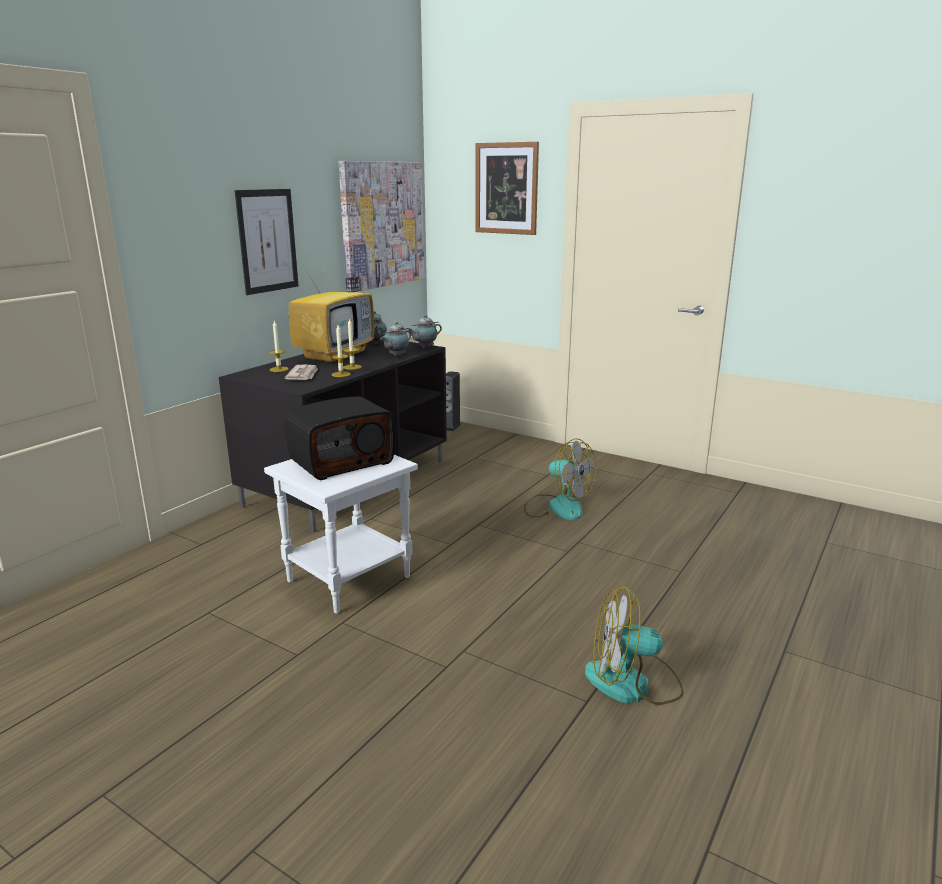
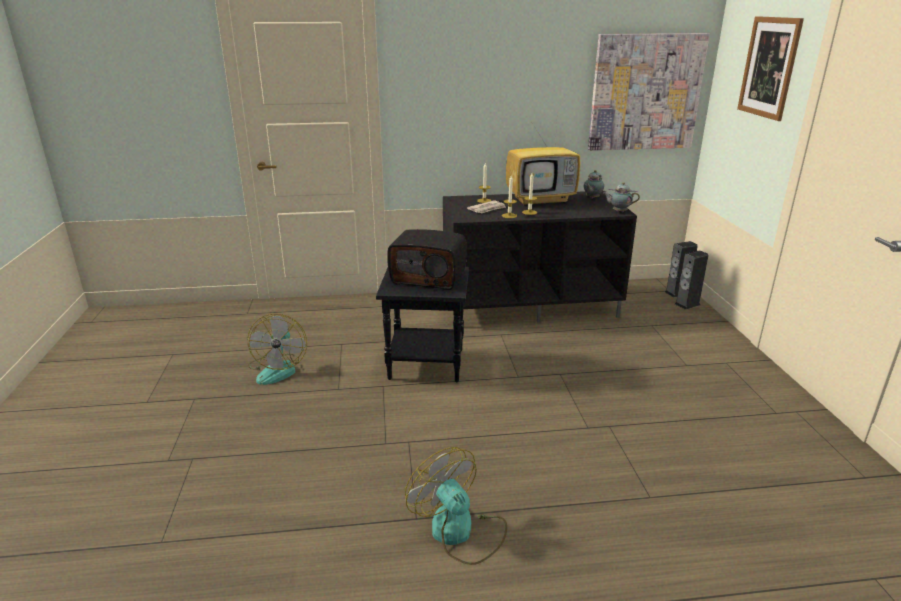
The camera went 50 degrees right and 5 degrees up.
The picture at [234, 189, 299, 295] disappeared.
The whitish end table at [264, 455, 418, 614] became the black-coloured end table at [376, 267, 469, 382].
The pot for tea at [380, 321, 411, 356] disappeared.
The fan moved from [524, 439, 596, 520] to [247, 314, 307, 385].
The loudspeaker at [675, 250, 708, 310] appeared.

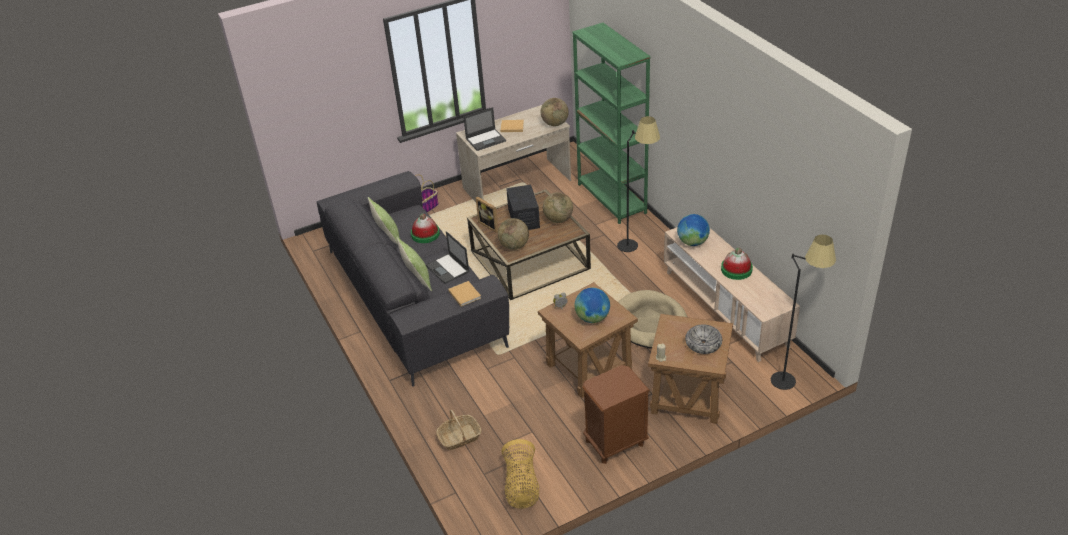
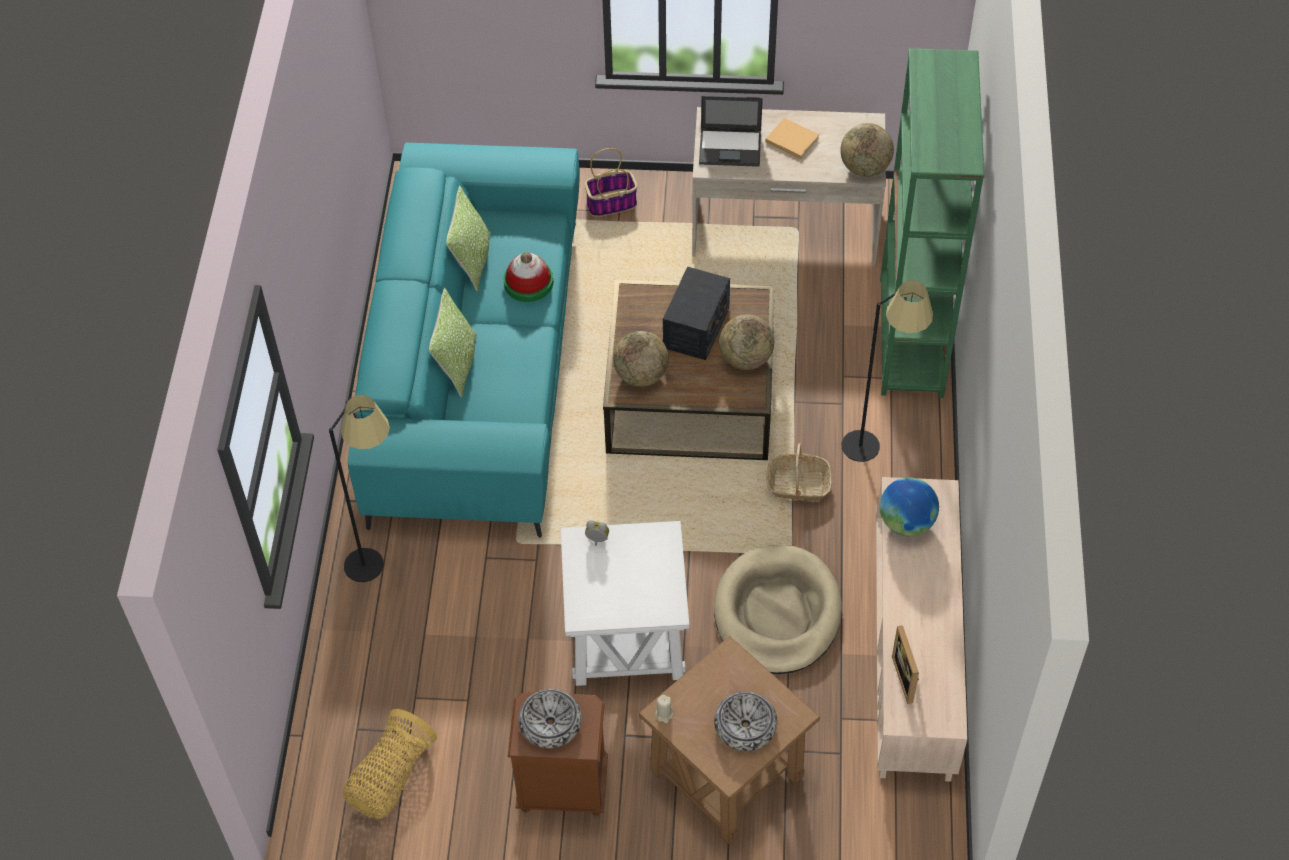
The camera went 30 degrees right and 15 degrees up.
The grey sofa at [316, 171, 509, 387] became the turquoise sofa at [348, 143, 580, 538].
The laptop at [425, 231, 470, 284] disappeared.
The household basket moved from [436, 410, 481, 450] to [766, 443, 832, 501].
The beige volume at [448, 281, 481, 307] disappeared.
The photo frame moved from [476, 197, 498, 233] to [892, 625, 919, 704].
The brownish end table at [538, 282, 638, 398] became the whitish end table at [561, 521, 689, 686].
The desk globe at [575, 288, 610, 323] disappeared.
The hat at [721, 248, 753, 280] disappeared.
The black-coloured floor lamp moved from [771, 234, 836, 390] to [329, 395, 390, 582].
The deep dish at [518, 689, 582, 748] appeared.

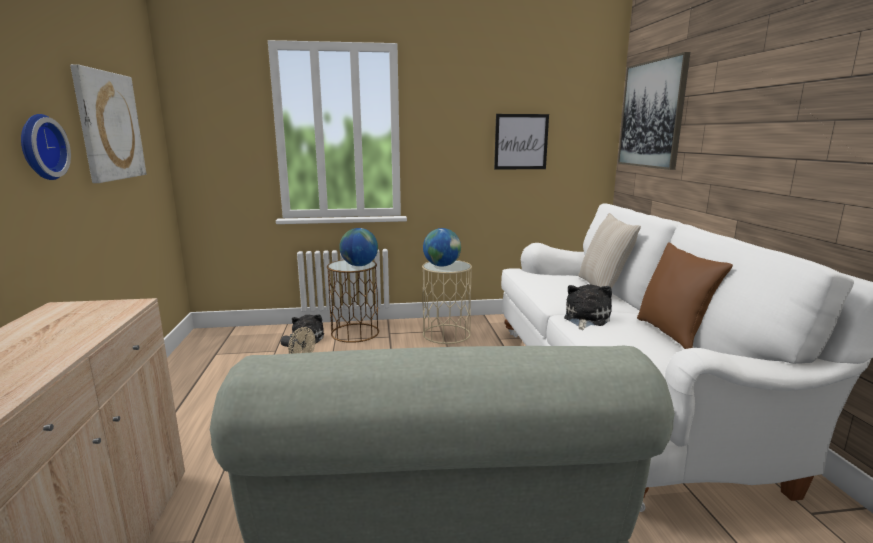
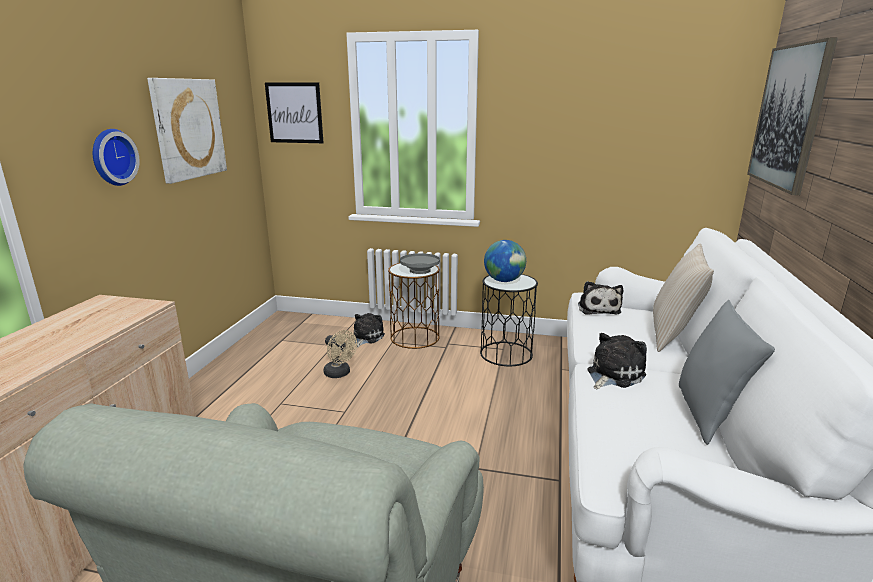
The camera went 20 degrees right and 5 degrees up.
The desk globe at [339, 228, 378, 266] was replaced by the grey deep dish at [400, 253, 440, 274].
The beige end table at [422, 260, 472, 344] became the black-coloured end table at [480, 274, 538, 366].
The picture moved from [494, 114, 549, 170] to [265, 83, 323, 143].
The brownish throw pillow at [637, 242, 733, 349] became the grey throw pillow at [679, 300, 775, 445].
The cuddly toy at [578, 281, 623, 315] appeared.

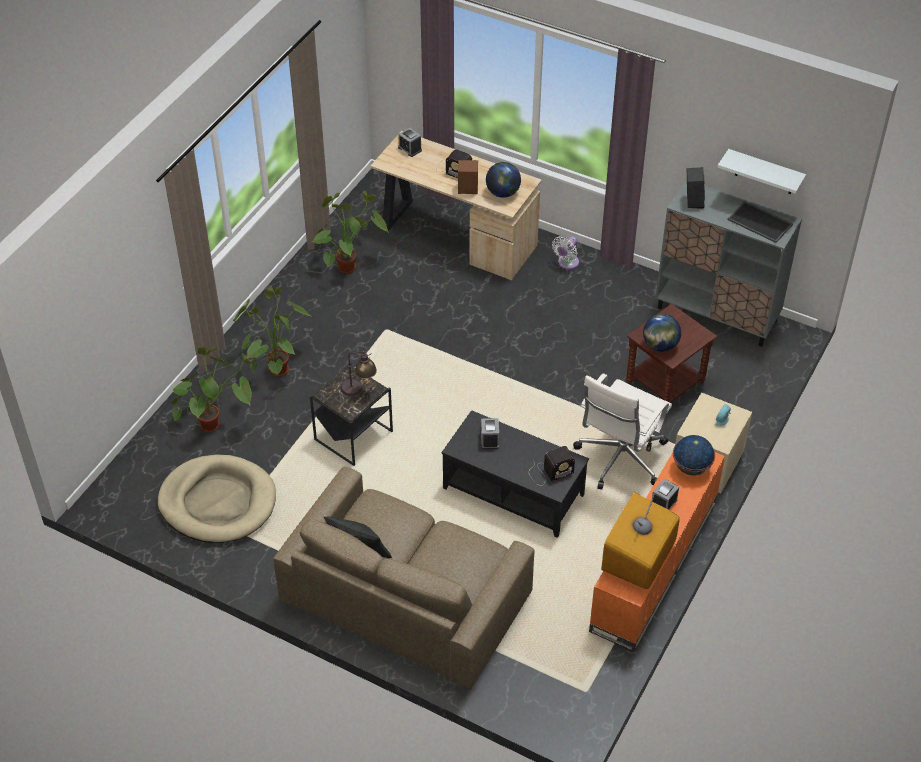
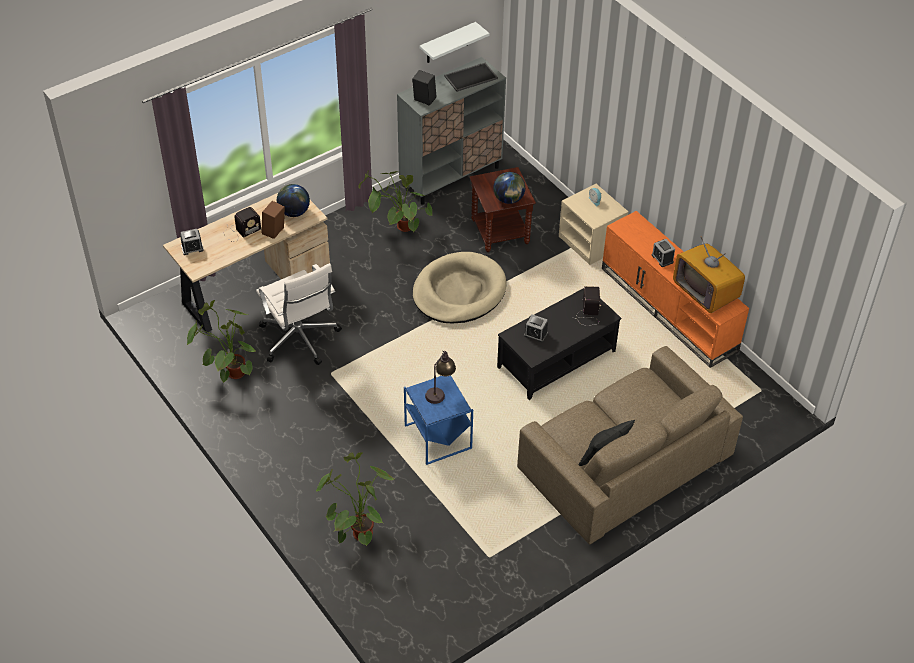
The camera went 65 degrees left and 0 degrees up.
The beige dog bed moved from [157, 455, 276, 543] to [413, 252, 507, 323].
The plant in a pot moved from [233, 287, 313, 376] to [358, 170, 432, 233].
The black-coloured end table at [310, 363, 393, 466] became the blue end table at [404, 375, 473, 465].
The whitish fan at [552, 236, 579, 269] disappeared.
The whitish desk chair moved from [573, 373, 672, 489] to [256, 263, 342, 365].
The desk globe at [673, 435, 715, 476] disappeared.

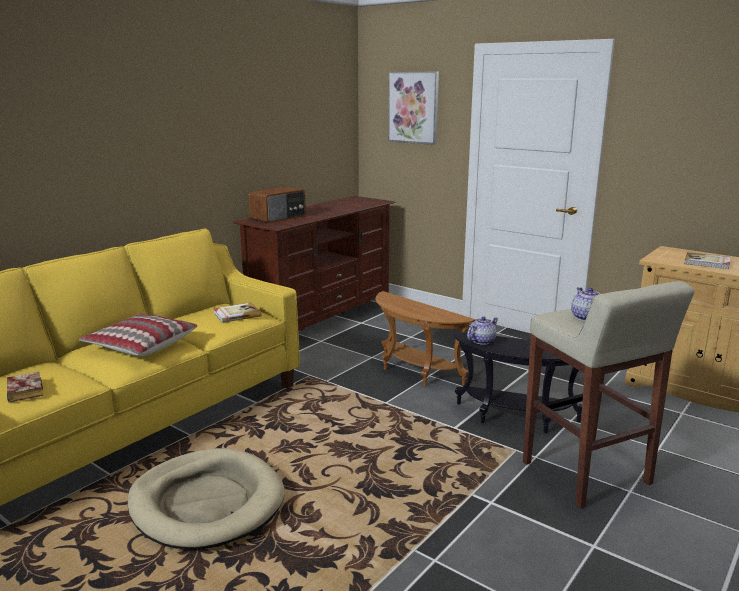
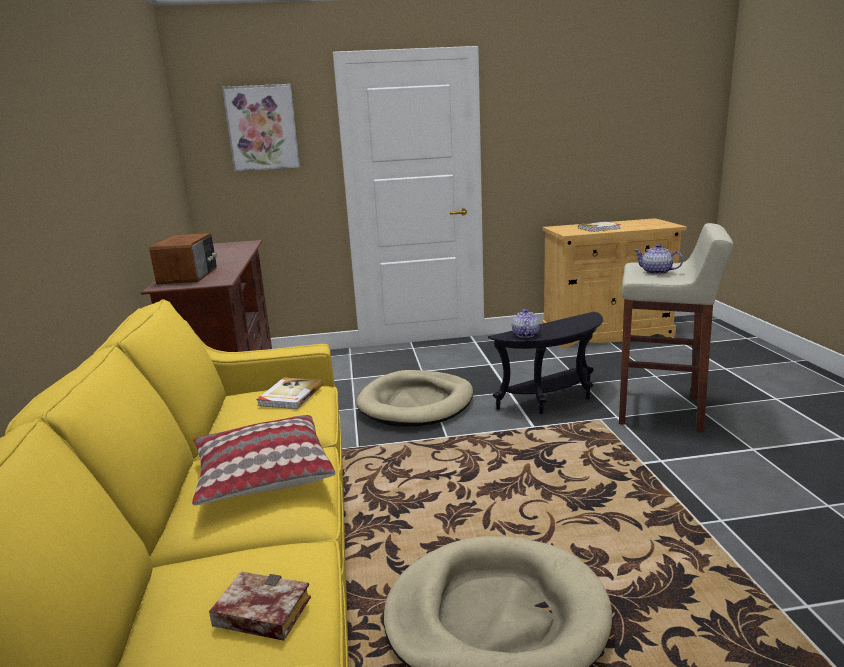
The camera went 45 degrees left and 0 degrees up.
The brownish end table at [376, 291, 476, 386] was replaced by the beige dog bed at [356, 370, 473, 426].

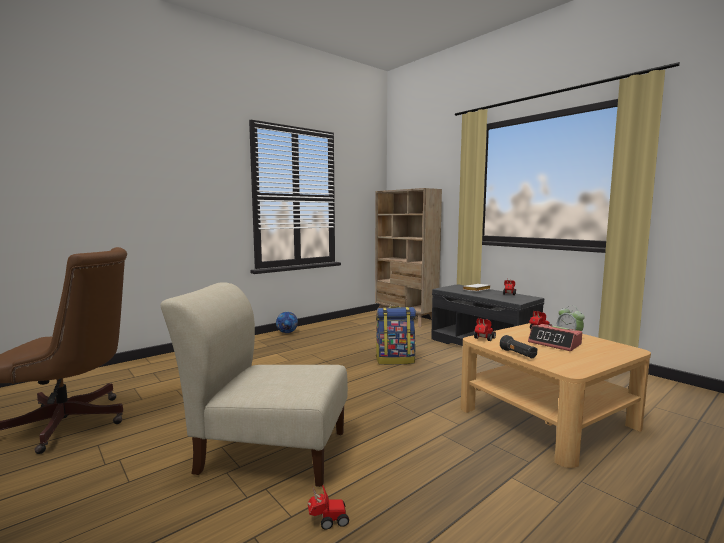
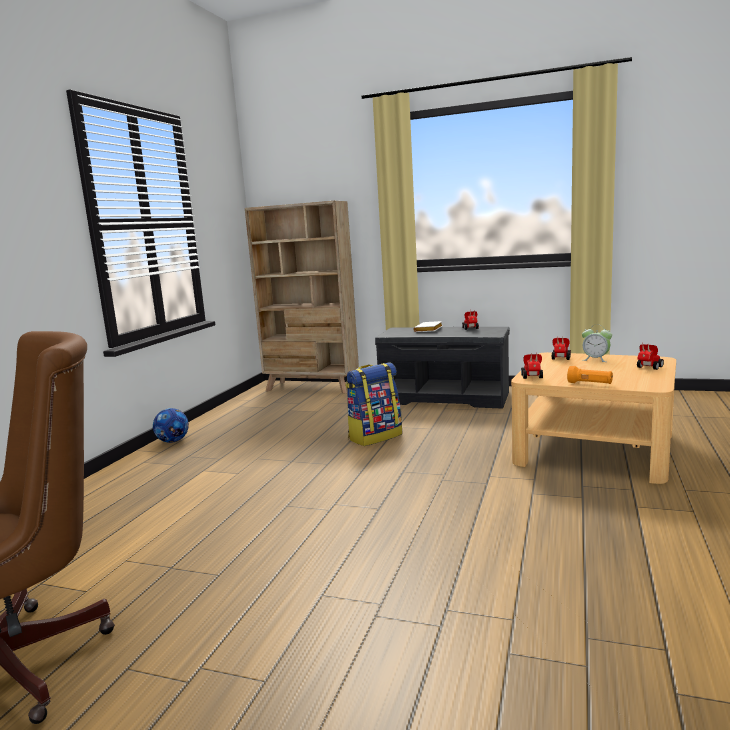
The camera went 30 degrees left and 5 degrees up.
The beige upright chair at [160, 282, 348, 487] disappeared.
The miniature car moved from [307, 486, 349, 529] to [637, 343, 664, 370].
The black-coloured torch at [500, 335, 537, 358] became the orangey torch at [567, 366, 613, 384].
The bedside clock at [528, 324, 582, 351] disappeared.

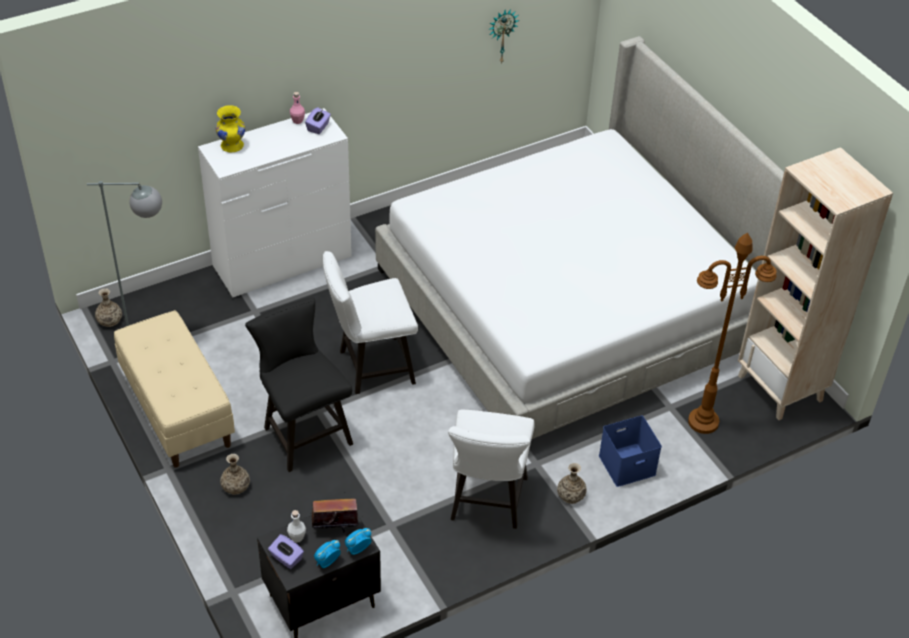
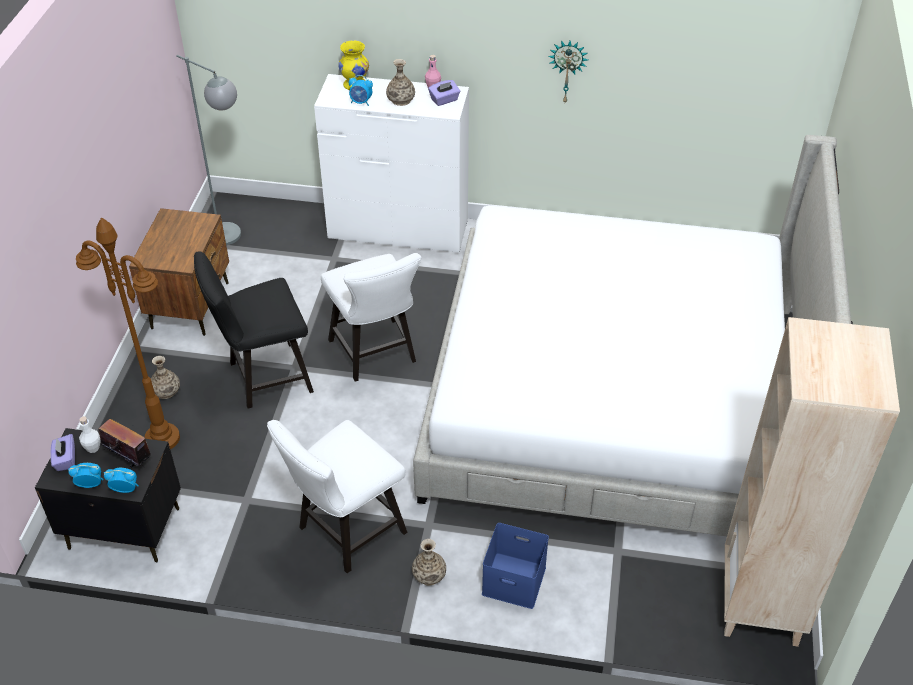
The camera went 40 degrees right and 0 degrees up.
The flower vase moved from [95, 288, 122, 327] to [386, 59, 415, 106].
The beige indoor bench at [114, 310, 235, 468] was replaced by the brownish nightstand at [129, 208, 229, 336].
The black-coloured upright chair at [245, 297, 353, 472] turned 120 degrees counterclockwise.
The whitish upright chair at [323, 251, 418, 394] turned 135 degrees counterclockwise.
The hanging clock moved from [488, 9, 519, 64] to [548, 40, 588, 102].
The brownish floor lamp moved from [688, 233, 777, 434] to [76, 217, 180, 449].
The bedside clock at [349, 75, 373, 106] appeared.

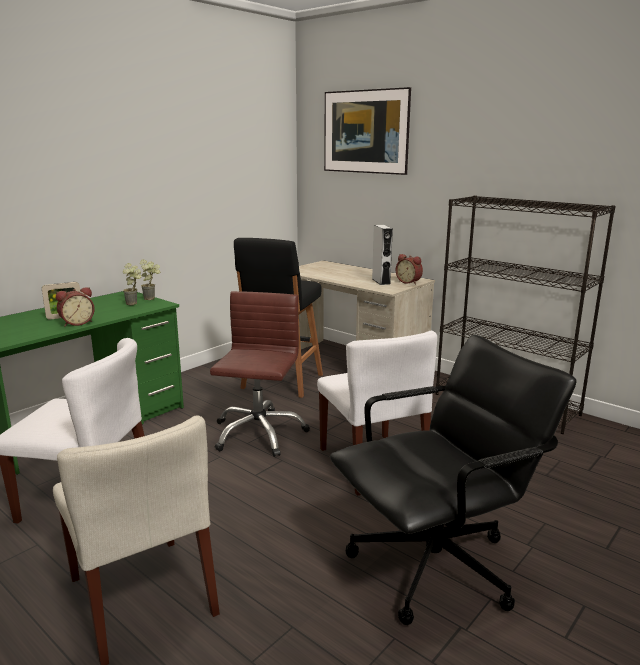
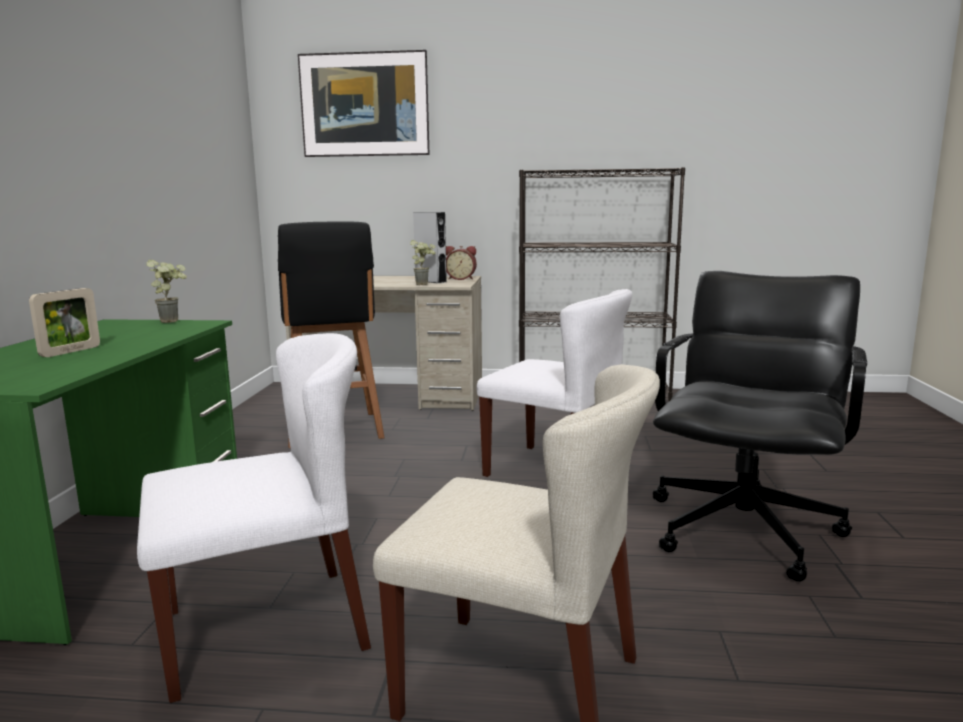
The camera went 35 degrees left and 5 degrees down.
The bedside clock at [56, 287, 95, 326] disappeared.
The plant in a pot moved from [123, 263, 141, 305] to [410, 240, 436, 285].
The brownish desk chair at [210, 291, 310, 457] disappeared.

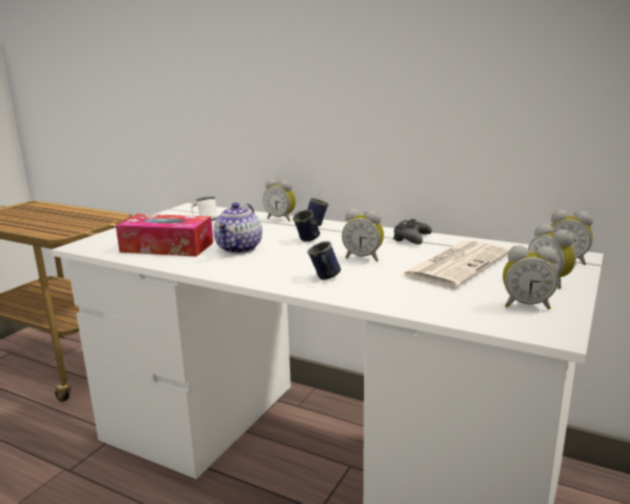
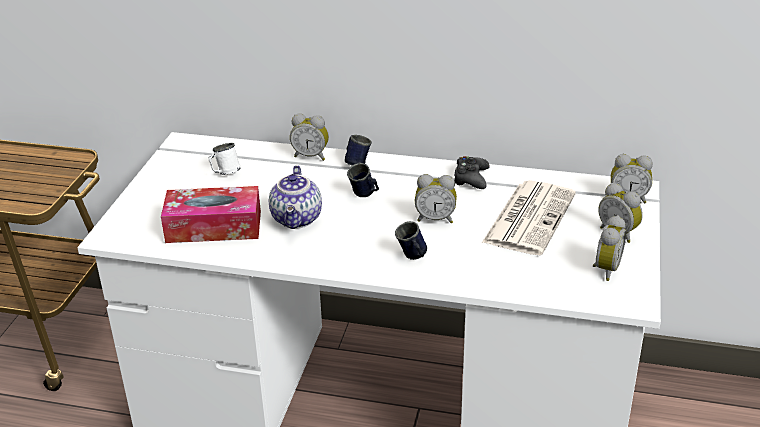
The camera went 15 degrees left and 15 degrees up.
The bedside clock at [503, 245, 558, 310] turned 60 degrees counterclockwise.

